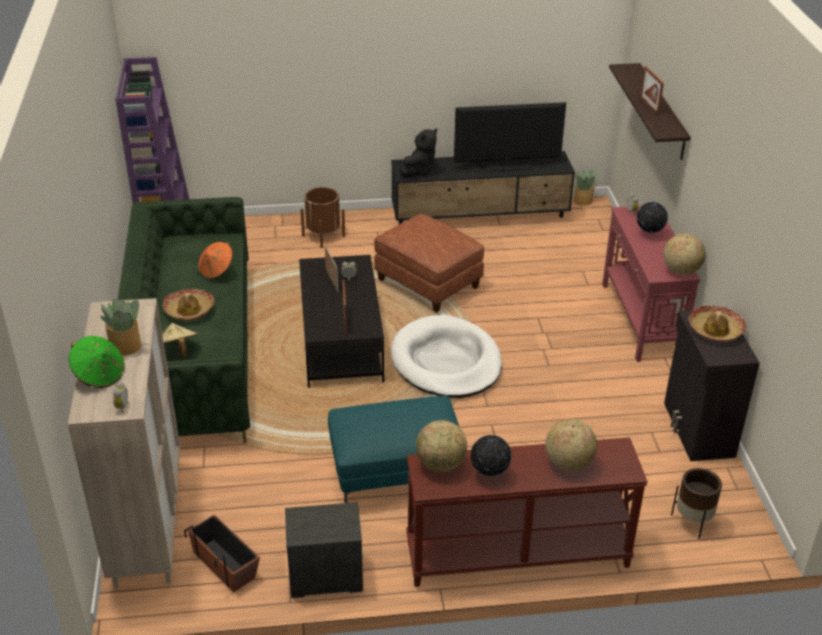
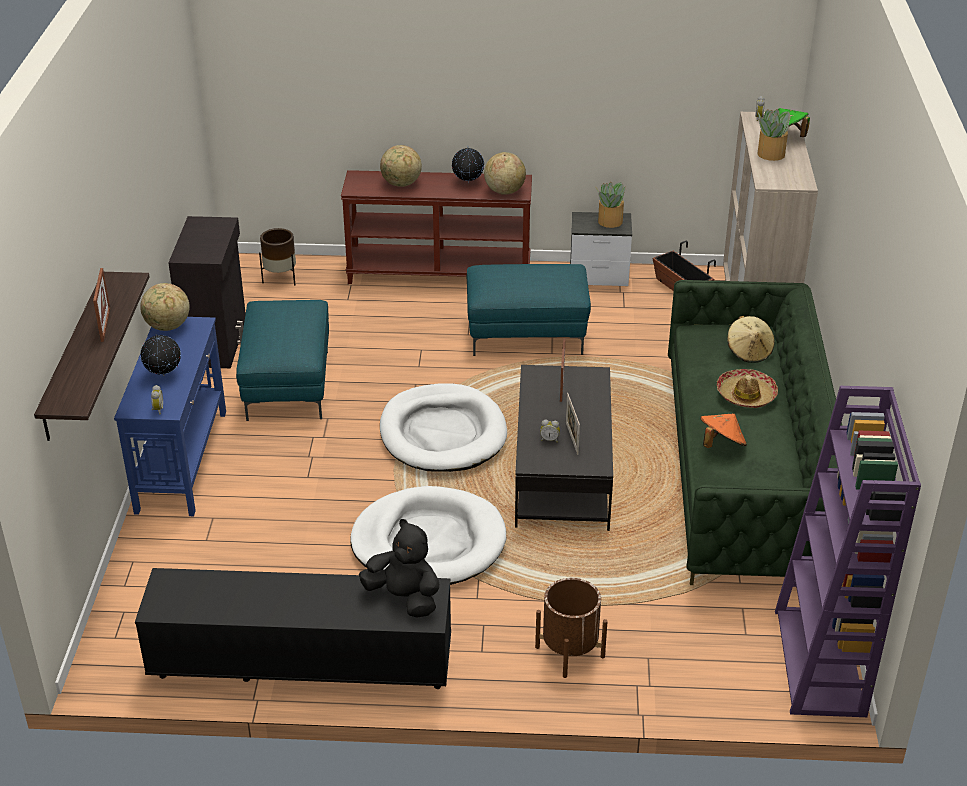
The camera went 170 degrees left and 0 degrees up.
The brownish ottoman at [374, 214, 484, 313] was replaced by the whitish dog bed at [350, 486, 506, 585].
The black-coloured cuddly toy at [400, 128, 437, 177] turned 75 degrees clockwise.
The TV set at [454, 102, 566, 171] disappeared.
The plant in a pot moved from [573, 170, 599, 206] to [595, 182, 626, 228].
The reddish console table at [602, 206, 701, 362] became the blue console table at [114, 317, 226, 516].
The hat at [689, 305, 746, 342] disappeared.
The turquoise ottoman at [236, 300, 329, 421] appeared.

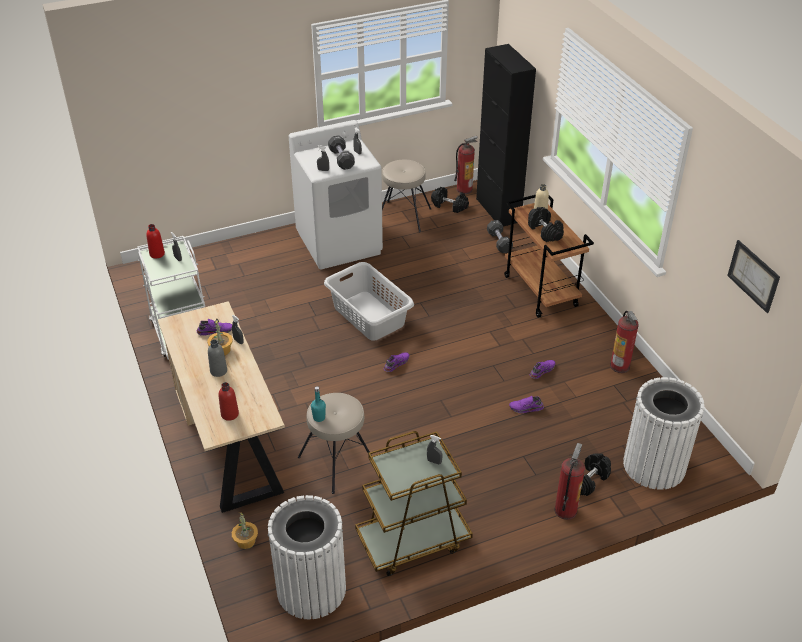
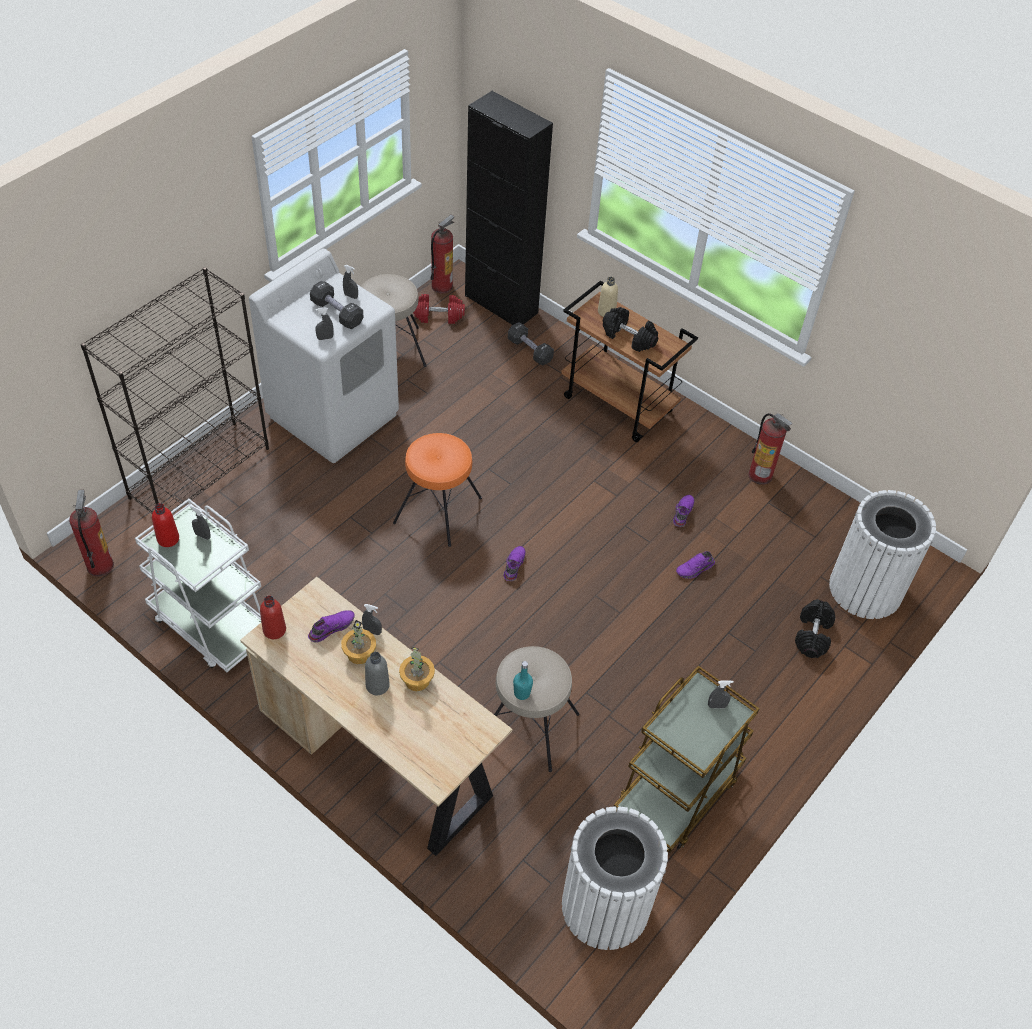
The camera went 30 degrees left and 10 degrees up.
The reddish beverage bottle moved from [219, 382, 239, 421] to [260, 596, 286, 639].
The plant in a pot moved from [232, 513, 258, 549] to [399, 647, 435, 691].
The grey laundry basket at [324, 262, 414, 341] was replaced by the orangey stool seat at [393, 433, 482, 547].
The black-coloured free weight at [431, 187, 469, 213] became the reddish free weight at [413, 294, 465, 324].
The extinguisher moved from [554, 443, 585, 520] to [69, 490, 114, 576].
The picture at [727, 240, 780, 313] disappeared.
The black-coloured bookcase at [80, 267, 269, 514] appeared.

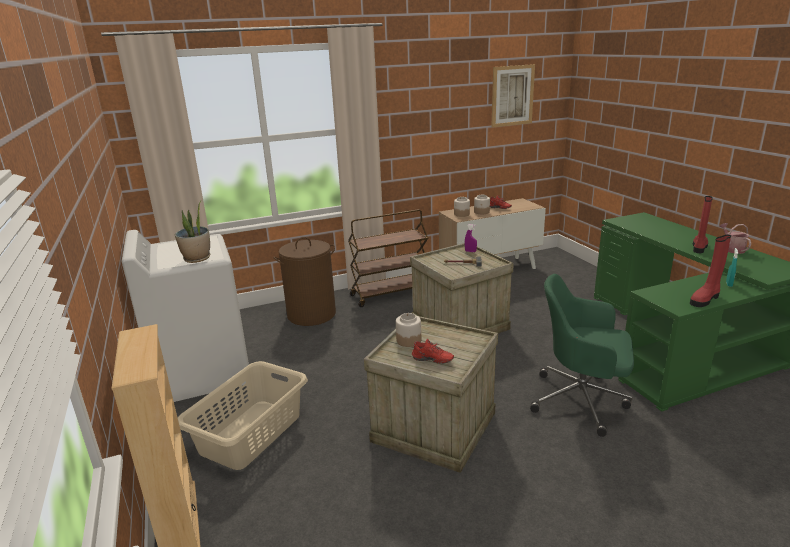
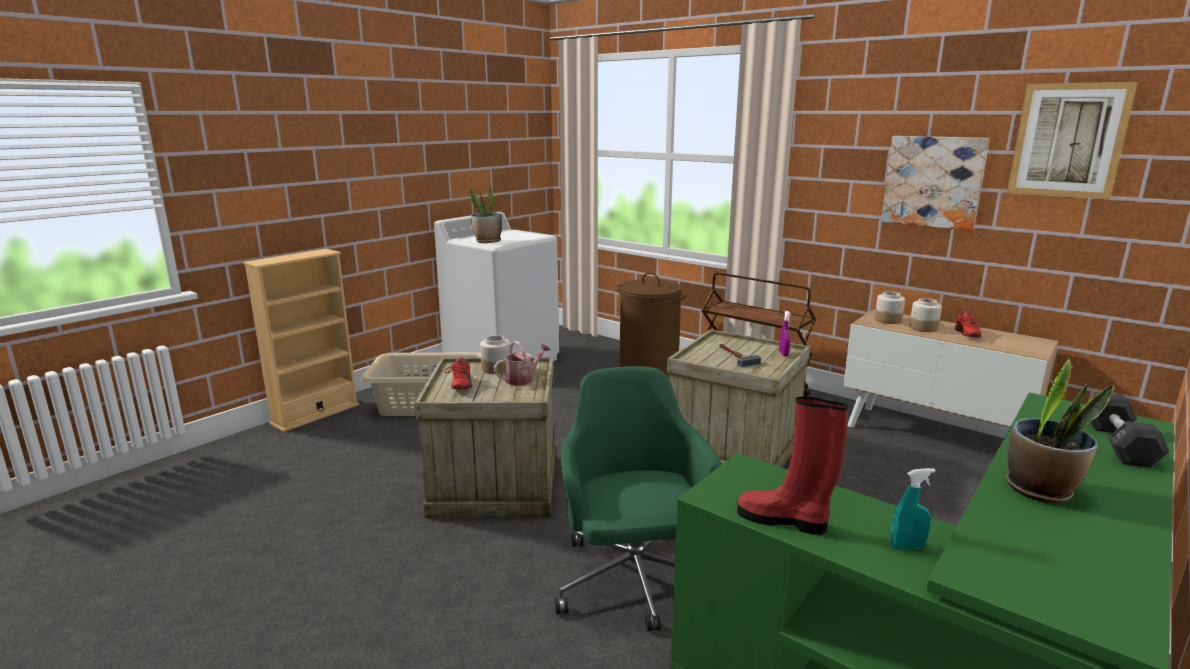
The camera went 60 degrees right and 5 degrees down.
The reddish boot at [692, 196, 713, 253] was replaced by the plant in a pot at [1006, 358, 1114, 503].
The sprinkling can moved from [719, 223, 751, 254] to [494, 341, 551, 386].
The picture at [881, 136, 990, 231] appeared.
The black-coloured free weight at [1090, 392, 1170, 468] appeared.

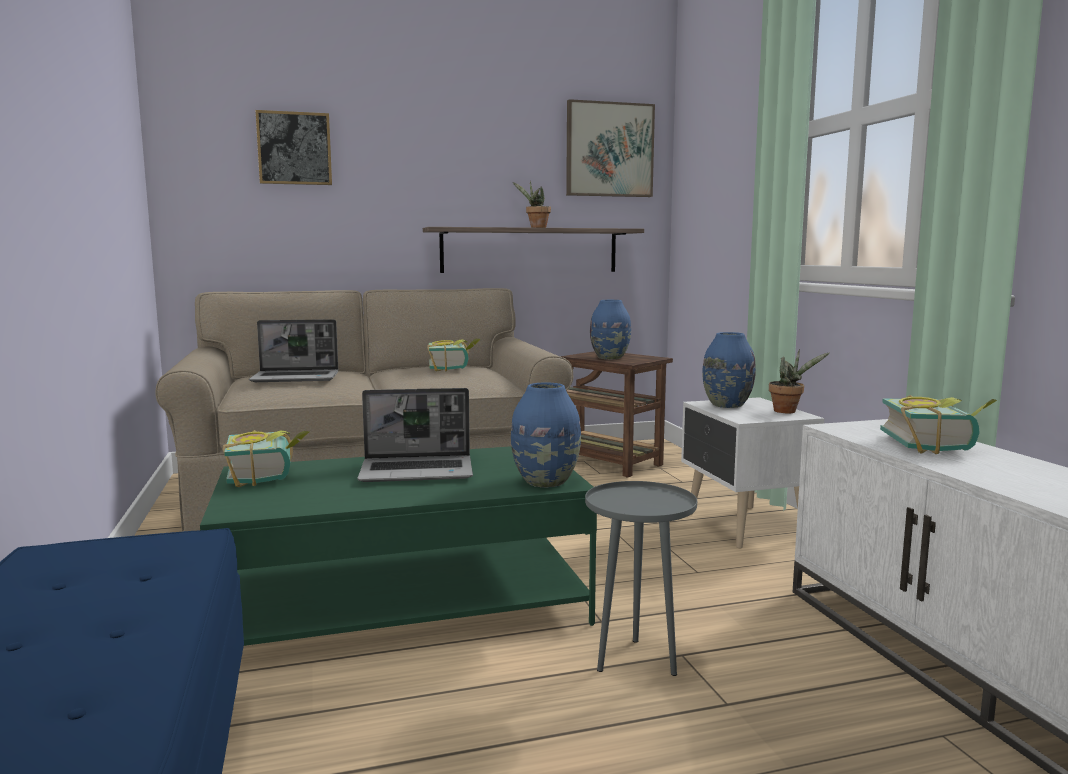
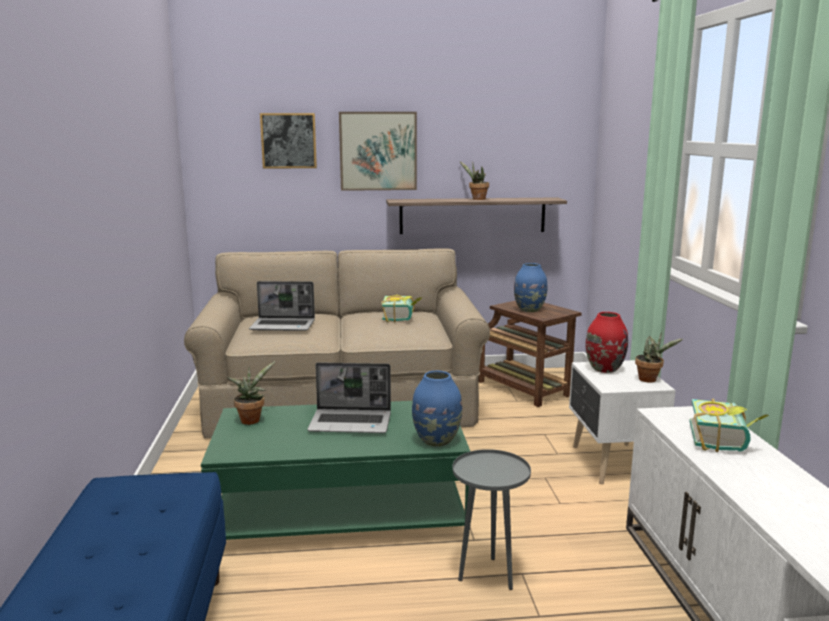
The camera went 10 degrees right and 5 degrees up.
The volume at [222, 430, 309, 487] was replaced by the plant in a pot at [227, 361, 275, 425].
The picture moved from [566, 99, 655, 197] to [339, 112, 417, 191].
The blue flower vase at [702, 332, 756, 408] became the reddish flower vase at [586, 312, 628, 373].

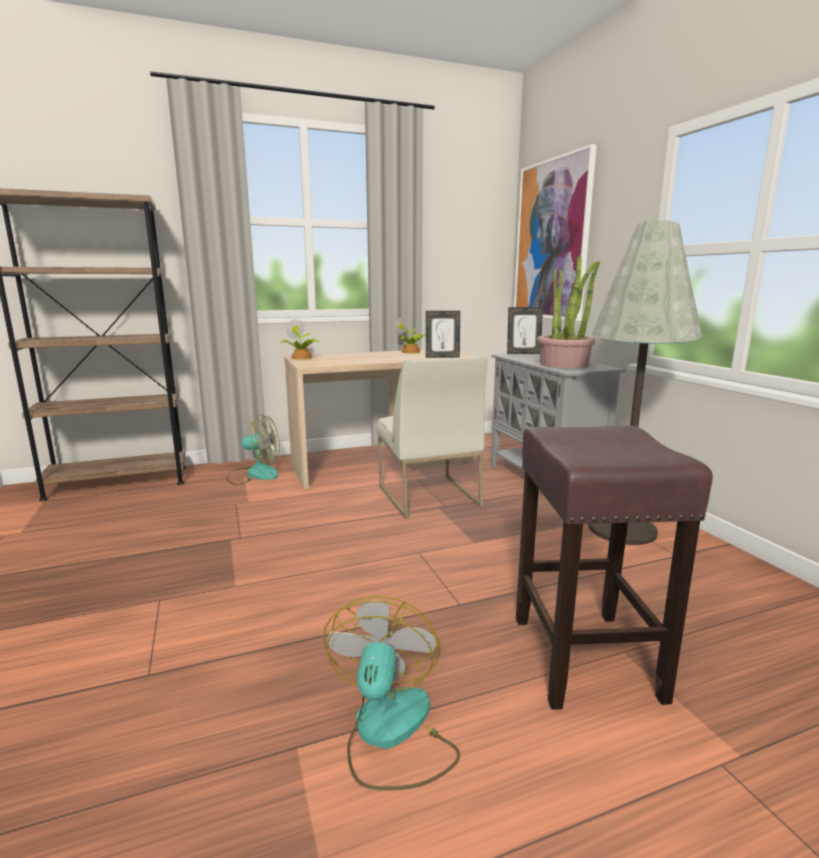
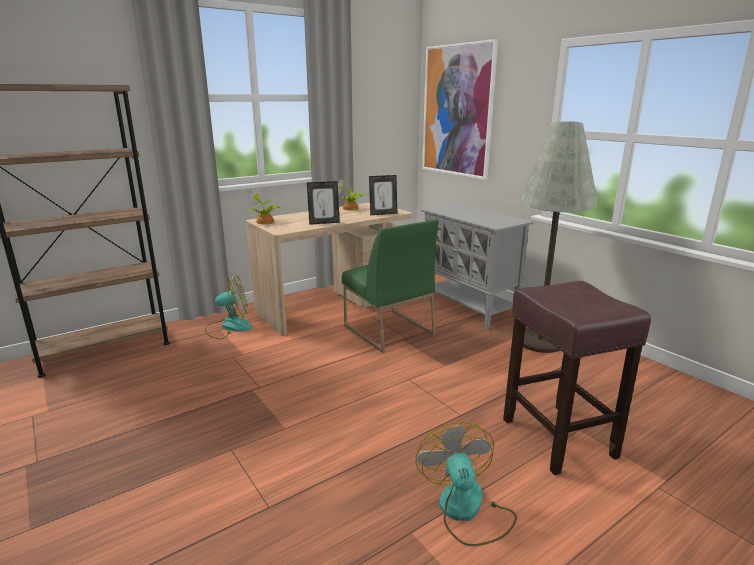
The camera went 15 degrees left and 5 degrees up.
The whitish upright chair at [376, 356, 487, 519] became the green-coloured upright chair at [342, 219, 439, 353].
The photo frame moved from [507, 307, 543, 354] to [307, 181, 340, 225].
The plant in a pot at [537, 255, 600, 368] disappeared.

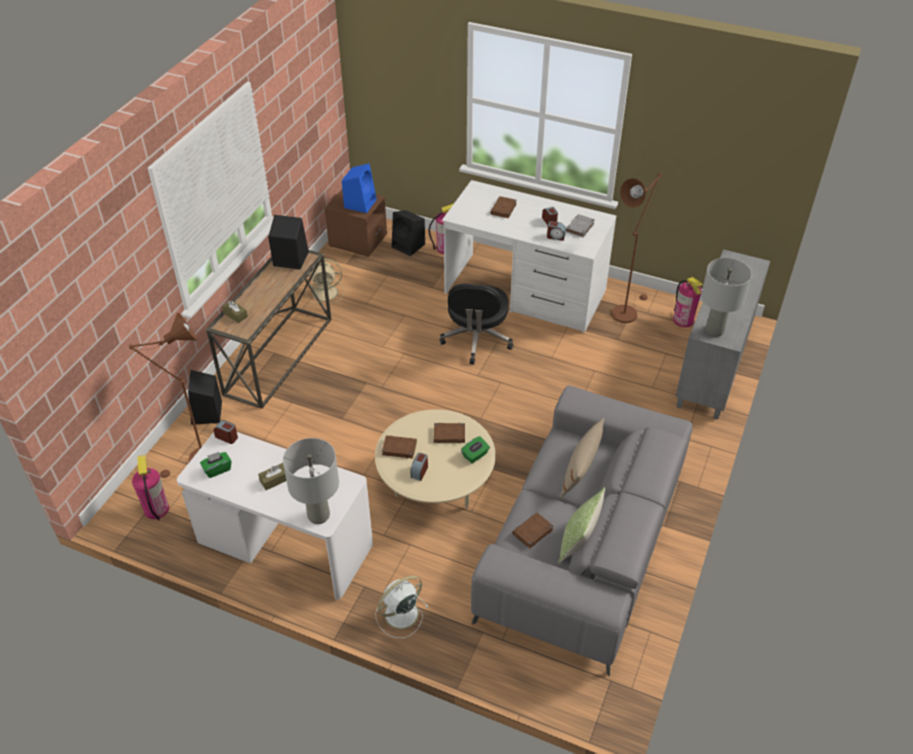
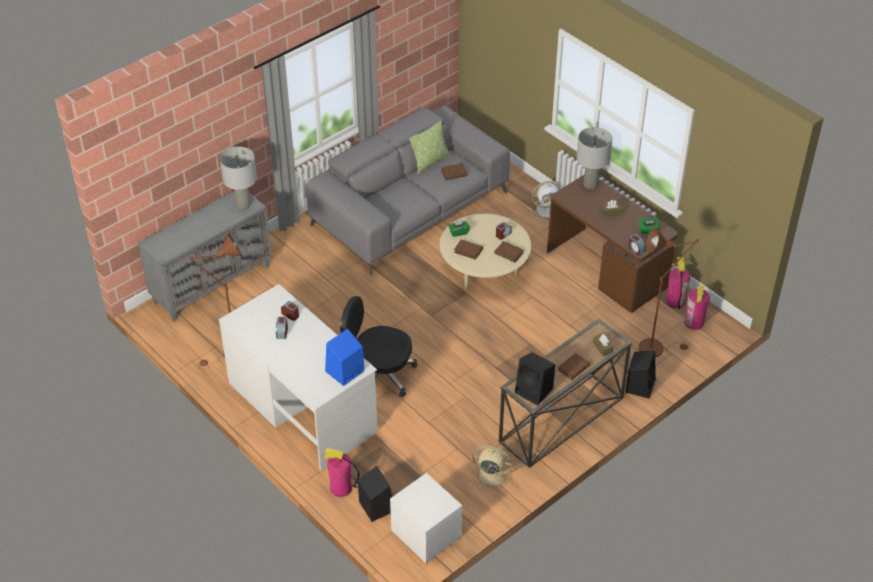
The camera went 155 degrees left and 0 degrees up.
The whitish desk table at [177, 432, 373, 600] became the brownish desk table at [547, 175, 678, 313].
The brownish nightstand at [324, 189, 387, 257] became the whitish nightstand at [390, 473, 462, 563].
The blue loudspeaker moved from [342, 164, 377, 213] to [325, 329, 364, 386].
The black-coloured desk chair at [440, 284, 513, 365] turned 105 degrees counterclockwise.
The brownish volume moved from [490, 196, 517, 218] to [558, 353, 590, 380].
The beige throw pillow at [560, 418, 604, 498] disappeared.
The grey volume at [566, 214, 595, 238] disappeared.
The extinguisher moved from [673, 277, 703, 327] to [666, 257, 691, 310].

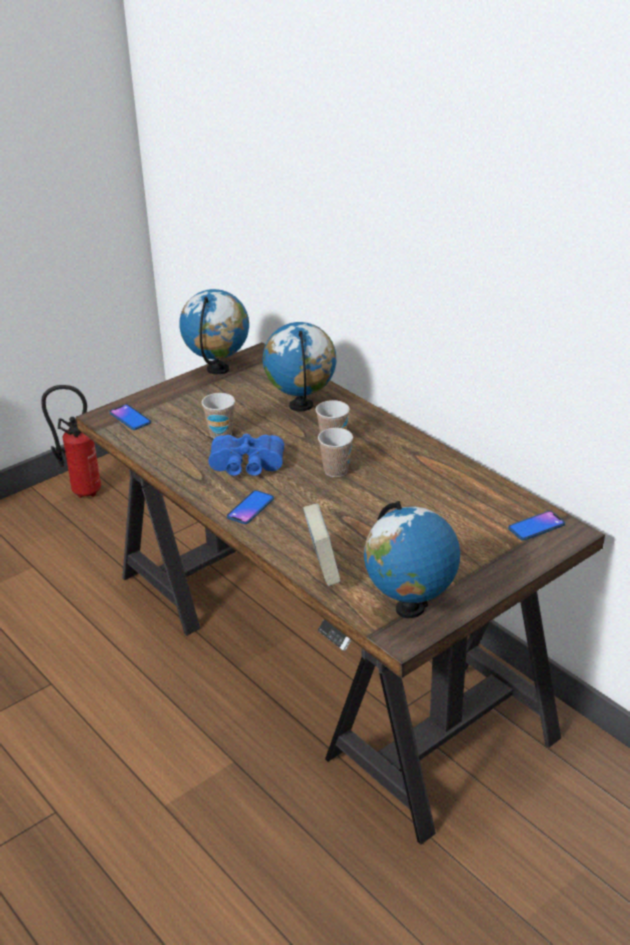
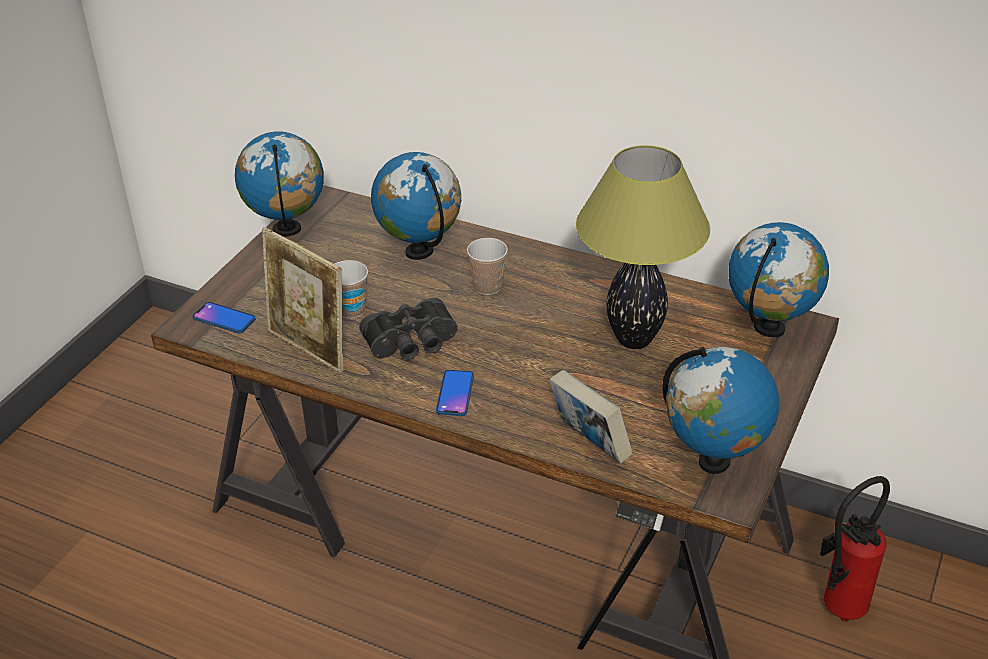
The camera went 25 degrees left and 5 degrees up.
The extinguisher moved from [41, 385, 101, 498] to [820, 476, 890, 621].
The blue pair of binoculars at [208, 434, 284, 476] became the black-coloured pair of binoculars at [359, 298, 458, 360].
The drinking cup at [318, 428, 353, 477] disappeared.
The phone at [508, 511, 565, 541] was replaced by the desk globe at [728, 222, 829, 338].
The photo frame at [262, 227, 343, 373] appeared.
The tabletop lamp at [576, 145, 710, 349] appeared.

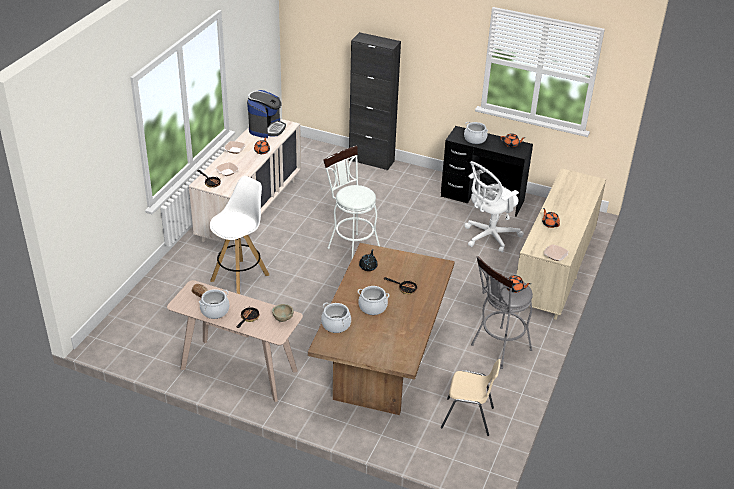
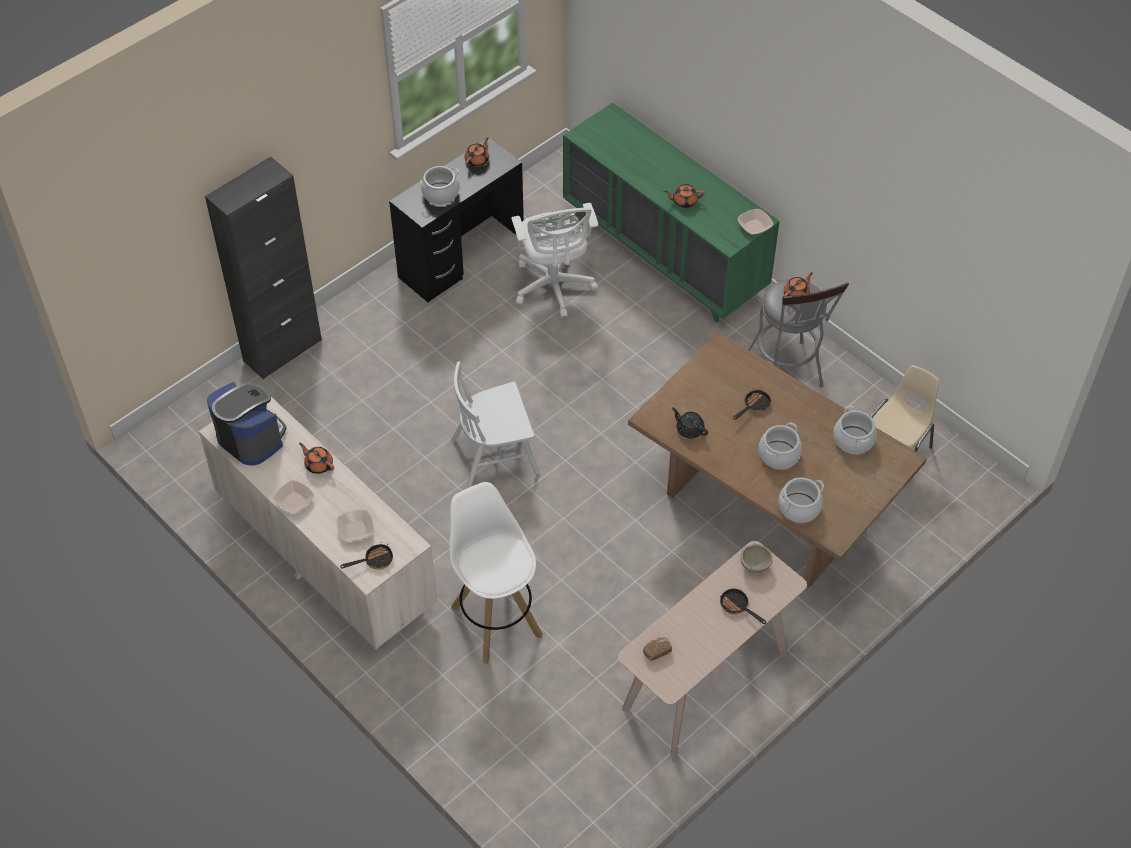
The camera went 65 degrees left and 15 degrees up.
The stockpot moved from [199, 289, 230, 319] to [833, 406, 877, 454].
The whitish stool seat at [323, 145, 380, 258] was replaced by the whitish upright chair at [451, 361, 539, 489].
The beige drawer chest at [516, 168, 606, 320] became the green-coloured drawer chest at [563, 103, 780, 322].

